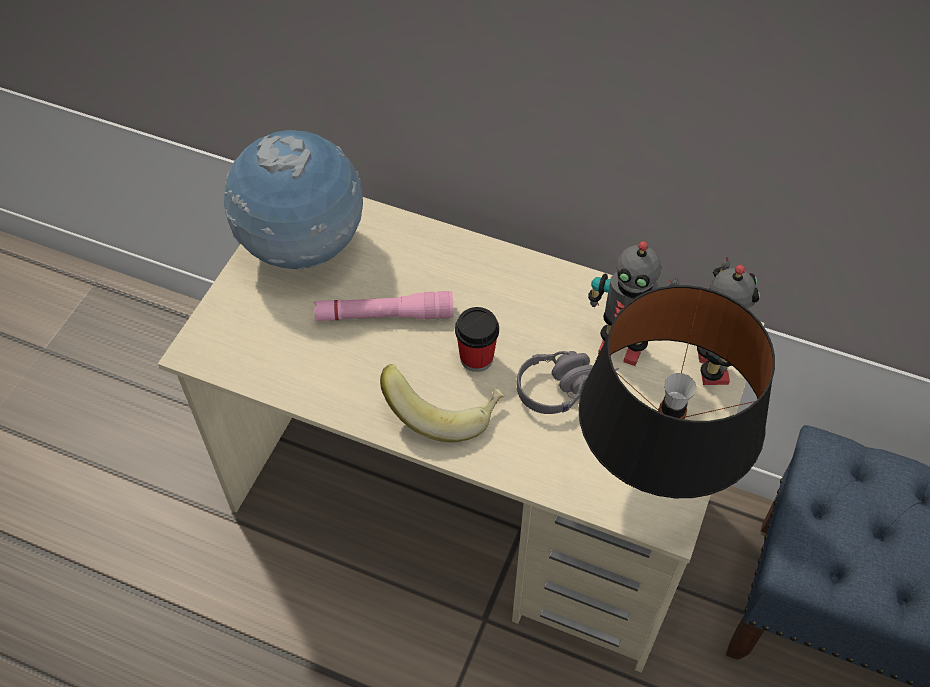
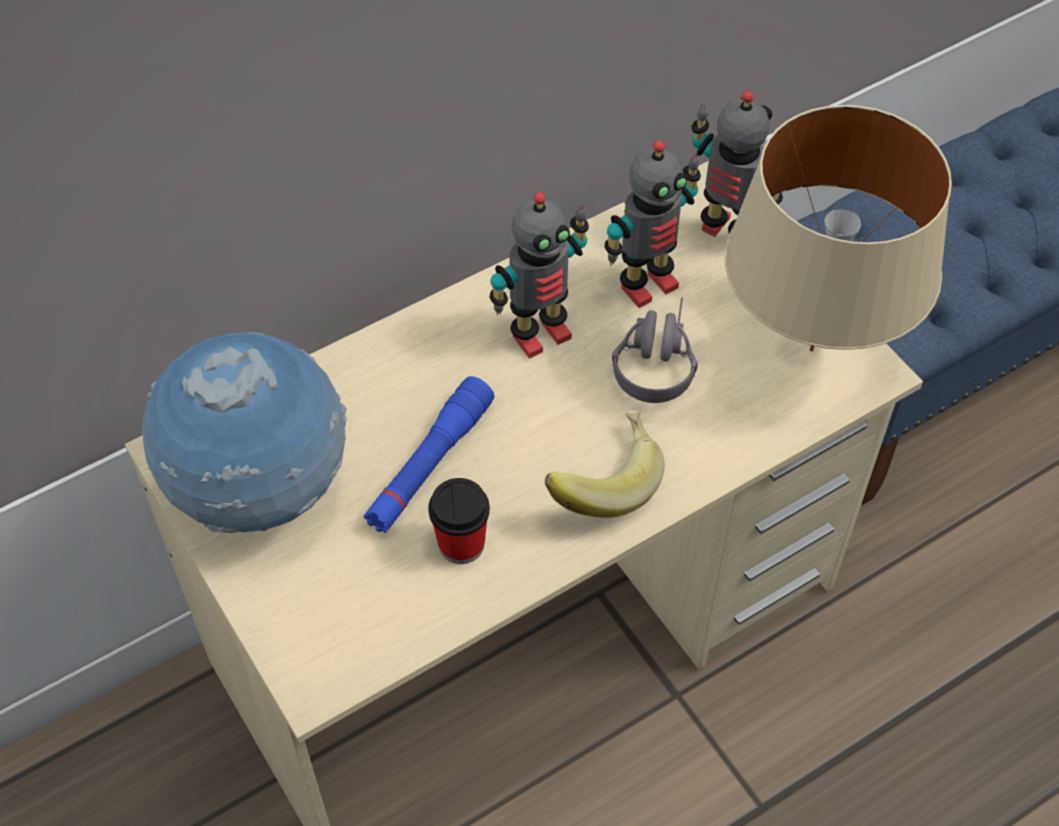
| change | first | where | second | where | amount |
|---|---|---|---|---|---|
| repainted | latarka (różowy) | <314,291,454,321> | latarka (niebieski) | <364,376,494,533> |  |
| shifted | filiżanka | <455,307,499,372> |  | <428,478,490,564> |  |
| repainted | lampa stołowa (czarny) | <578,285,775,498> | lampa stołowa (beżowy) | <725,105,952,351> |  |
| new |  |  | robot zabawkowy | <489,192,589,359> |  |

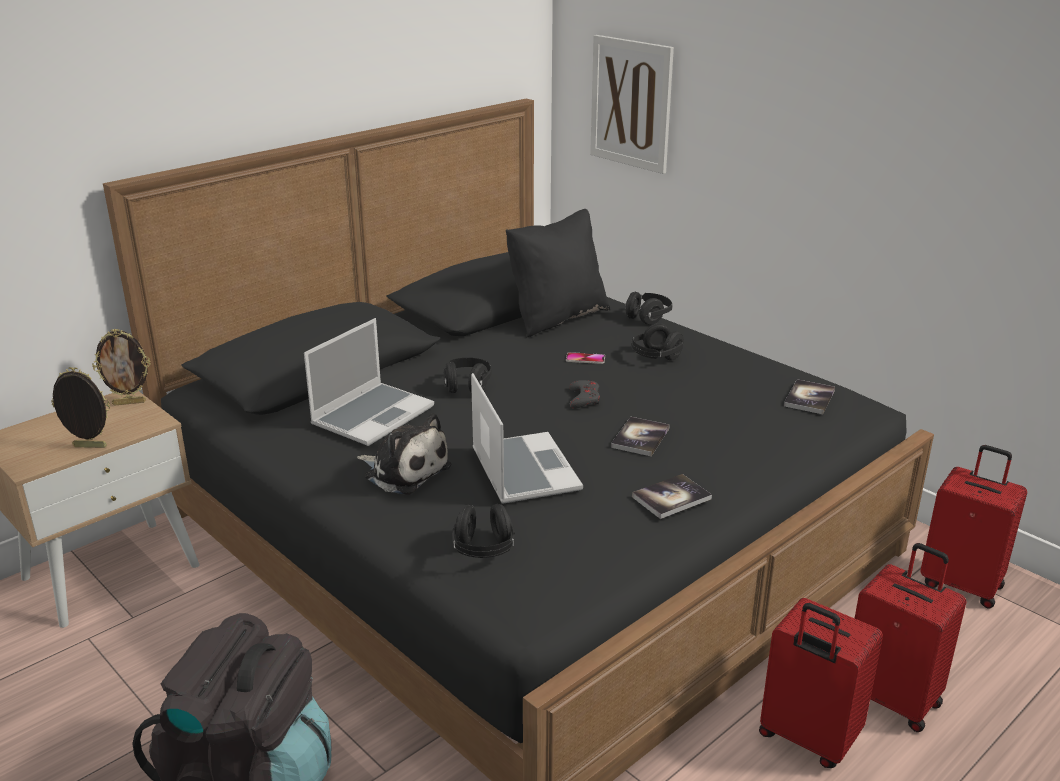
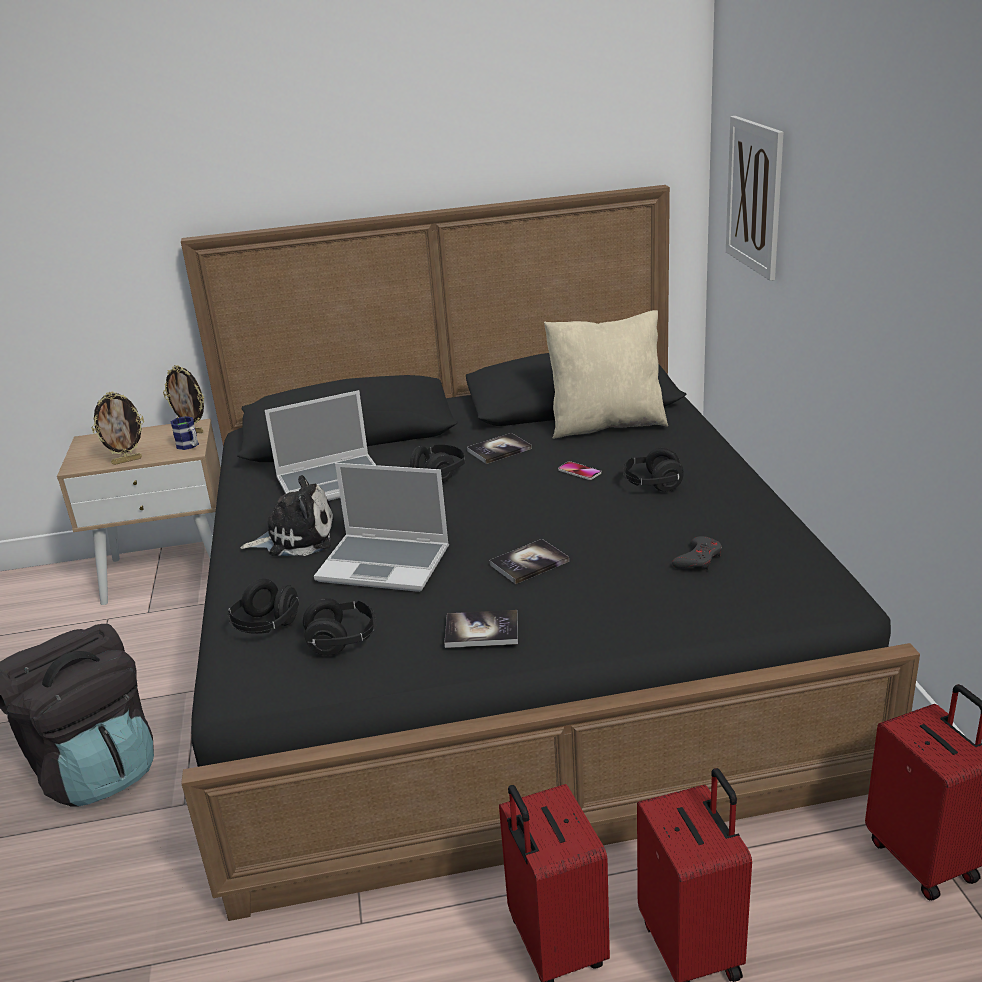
| change | first | where | second | where | amount |
|---|---|---|---|---|---|
| rotated | ramka na zdjęcie | <51,367,110,448> |  | <92,392,144,465> | 120 degrees clockwise |
| rotated | pluszak | <357,413,451,495> |  | <240,475,333,556> | 75 degrees counterclockwise |
| rotated | laptop | <471,373,583,504> |  | <314,463,449,592> | 90 degrees clockwise |
| repainted | poduszka (czarny) | <506,209,610,337> | poduszka (beżowy) | <544,310,668,439> |  |
| shifted | pad do gier (szary) | <569,380,600,409> |  | <672,536,722,570> |  |
| shifted | słuchawki (czarny) | <625,292,673,325> |  | <303,598,377,656> |  |
| shifted | książka | <784,379,835,414> |  | <467,433,532,464> |  |
| new |  |  | kubek | <171,416,199,450> |  |

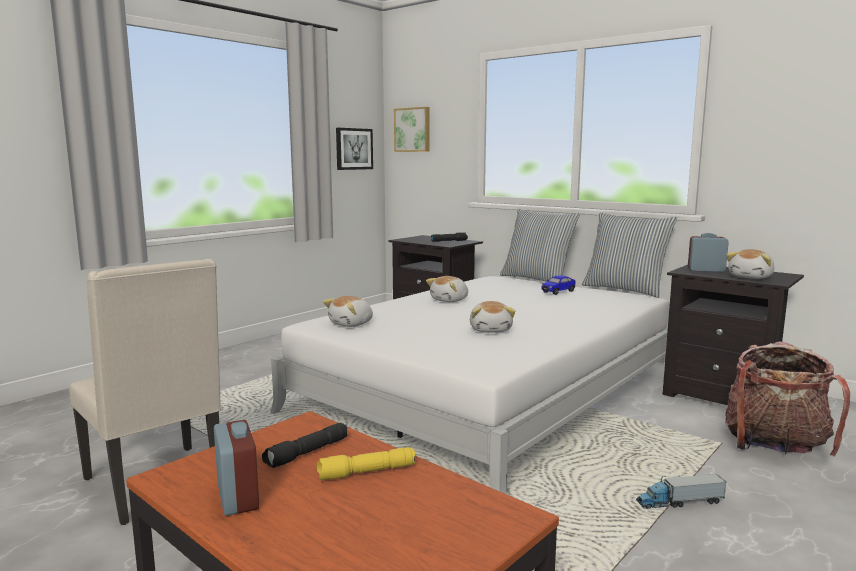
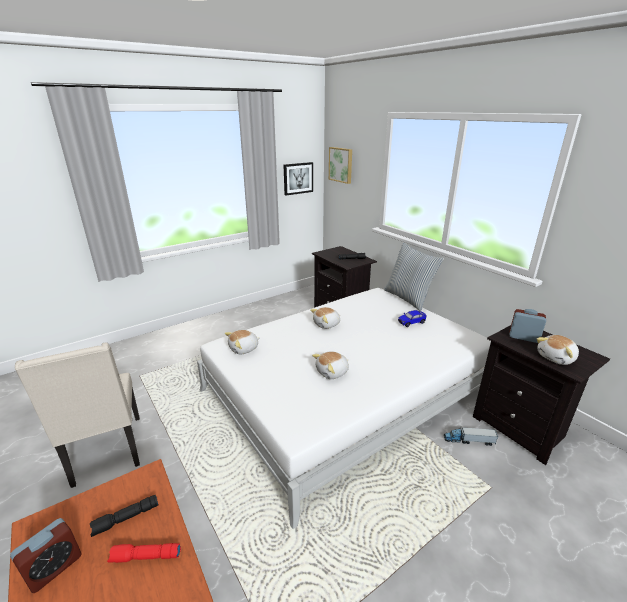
| change | first | where | second | where | amount |
|---|---|---|---|---|---|
| rotated | budzik | <214,420,259,516> |  | <10,518,81,593> | 45 degrees clockwise |
| repainted | latarka (żółty) | <317,447,415,480> | latarka (czerwony) | <107,543,181,563> |  |
| rotated | pluszak | <470,301,515,333> |  | <312,351,349,379> | 45 degrees clockwise |
| gone | poduszka | <582,212,677,298> |  |  |  |
| shifted | ciężarówka zabawkowa | <636,474,726,509> |  | <444,427,498,446> |  |
| gone | plecak | <725,341,850,456> |  |  |  |

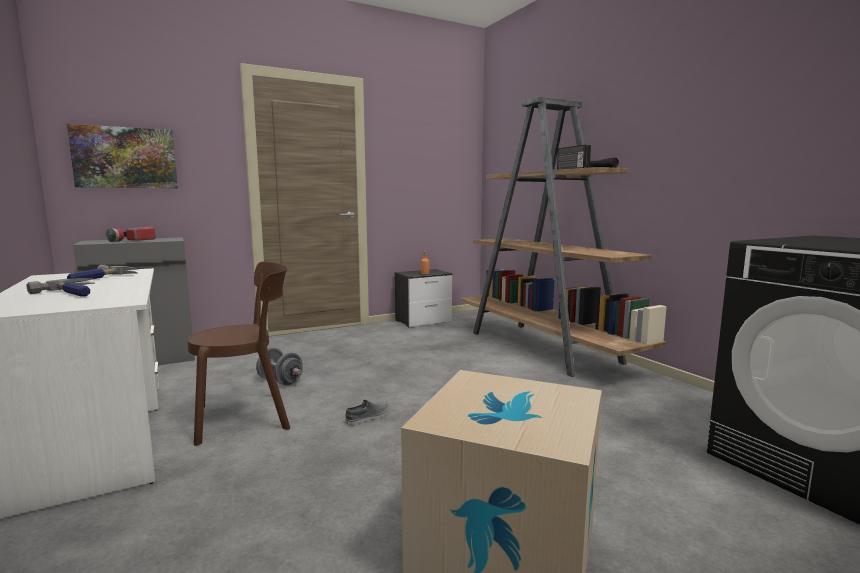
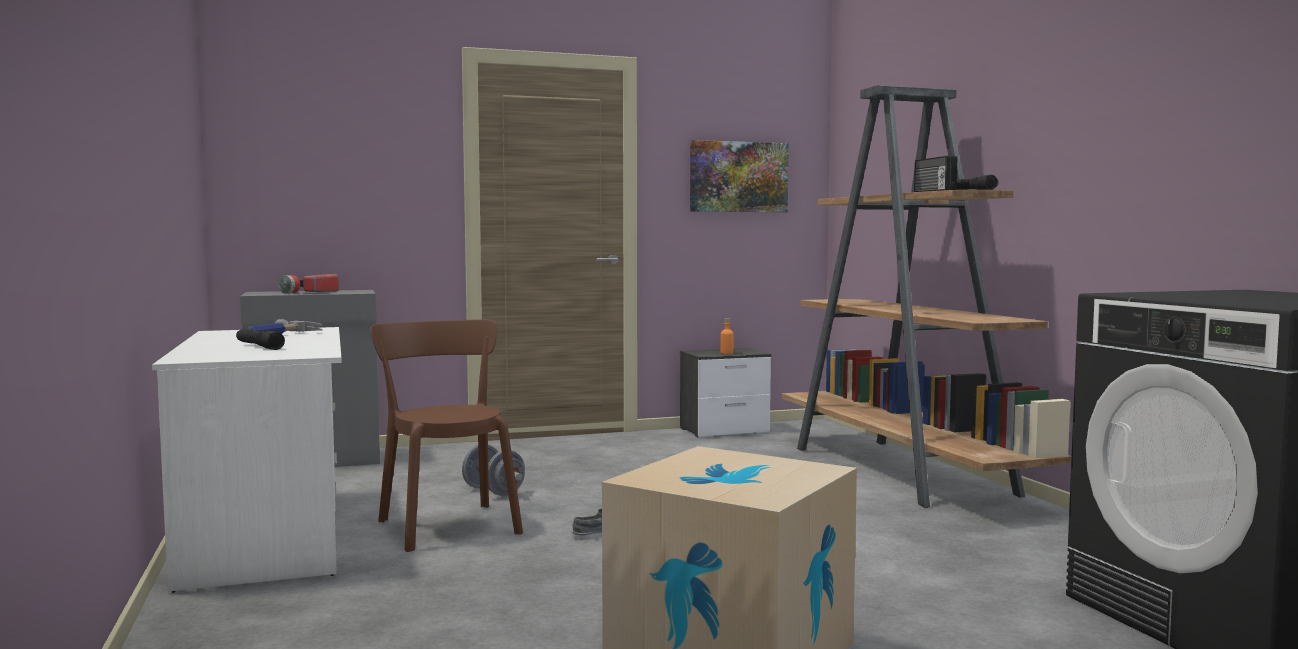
| change | first | where | second | where | amount |
|---|---|---|---|---|---|
| swapped | młotek | <27,278,95,297> | latarka (czarny) | <236,329,285,350> |  |
| shifted | obraz | <67,124,178,188> |  | <690,140,789,212> |  |
| rotated | krzesło (brązowy) | <188,261,290,446> |  | <370,319,523,552> | 105 degrees counterclockwise |

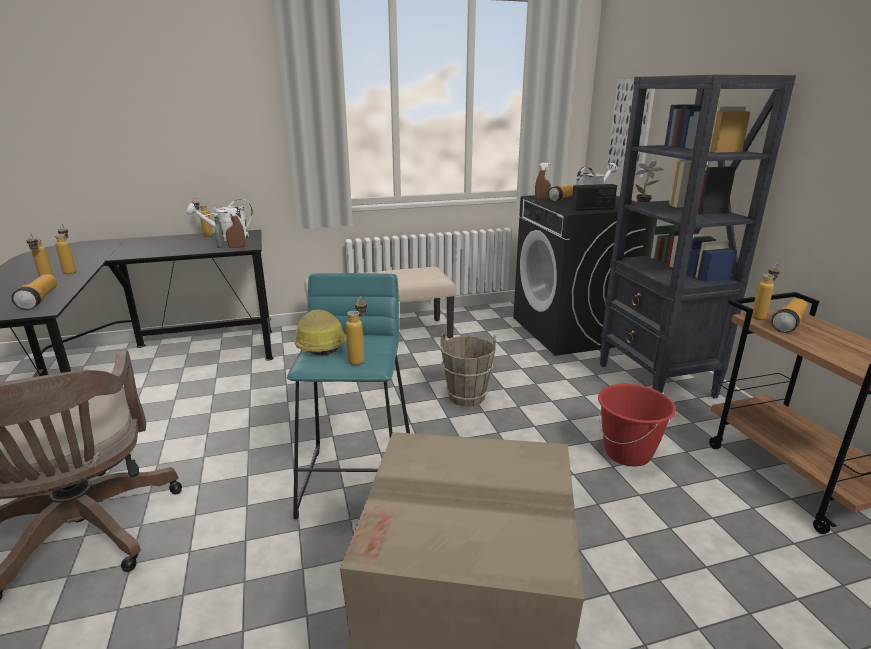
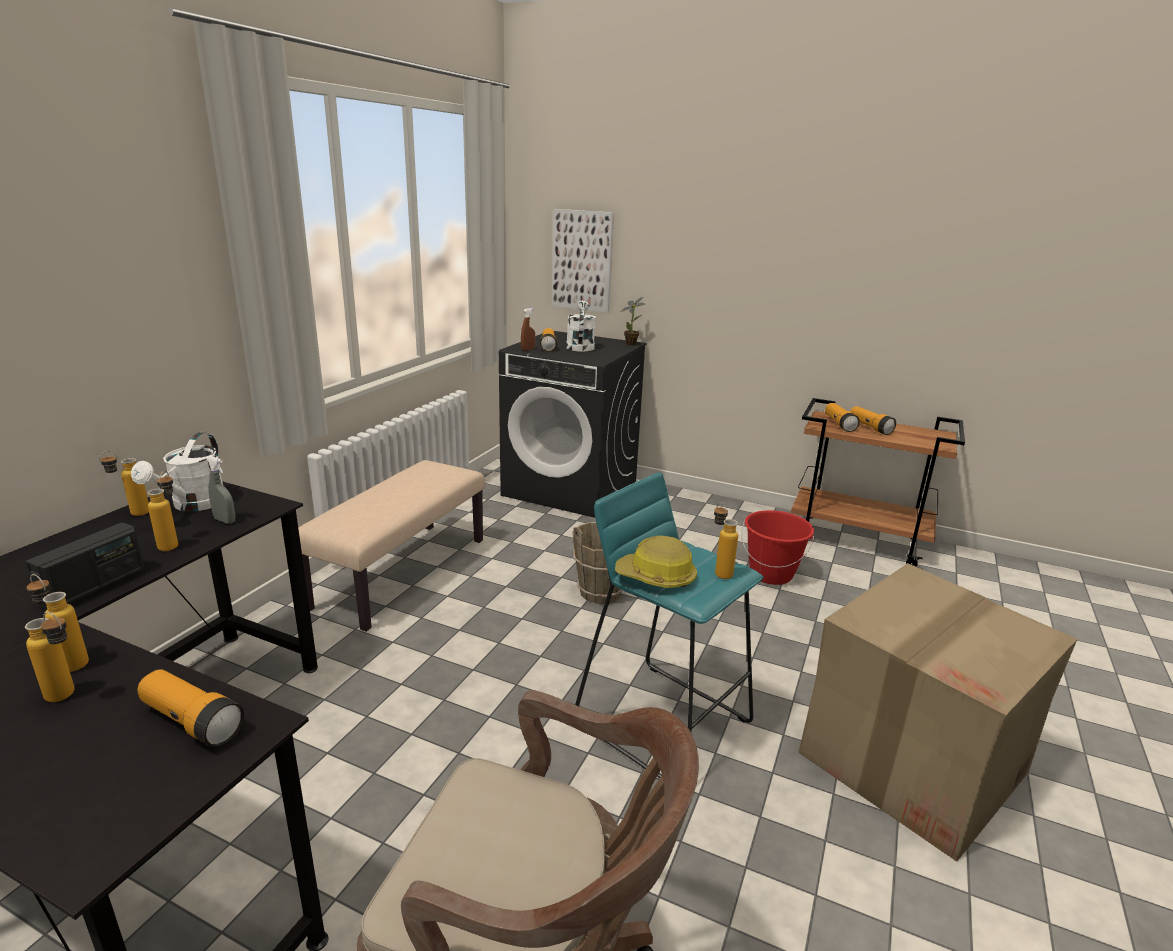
| change | first | where | second | where | amount |
|---|---|---|---|---|---|
| gone | spryskiwacz (brązowy) | <224,208,245,248> |  |  |  |
| shifted | radio | <571,184,617,211> |  | <25,522,144,610> |  |
| gone | regał (czarny) | <599,75,796,399> |  |  |  |
| shifted | butelka | <752,263,780,320> |  | <148,471,178,551> |  |
| new |  |  | latarka | <850,406,896,435> |  |

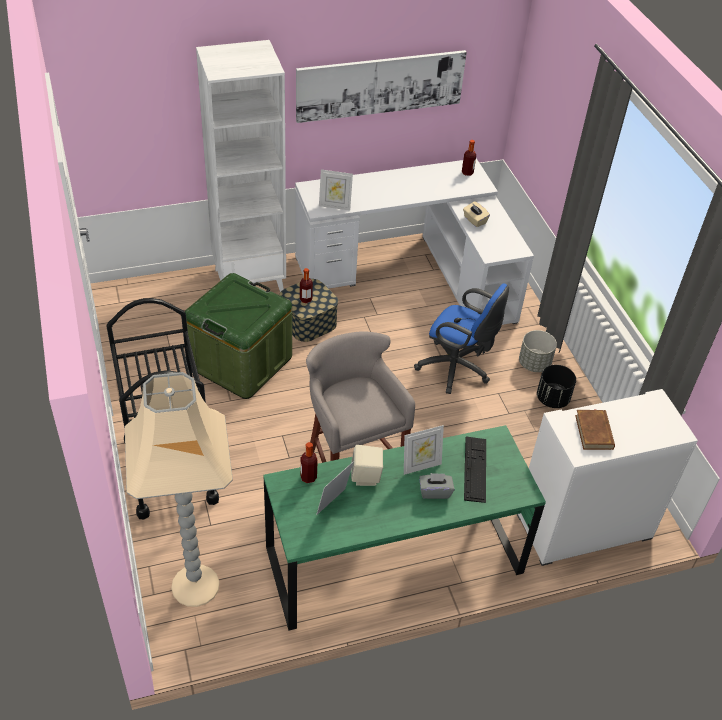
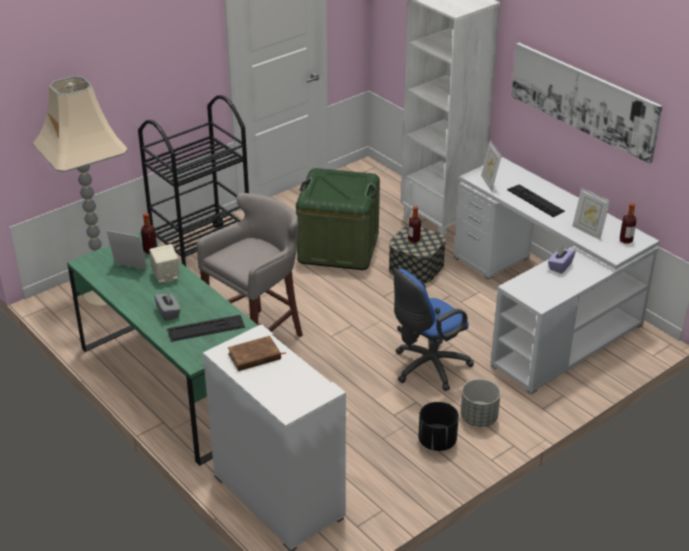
| change | first | where | second | where | amount |
|---|---|---|---|---|---|
| shifted | ramka na zdjęcie | <404,425,444,475> |  | <572,188,610,240> |  |
| rotated | krzesło biurowe (niebieski) | <414,283,509,394> |  | <394,269,474,391> | 45 degrees clockwise |
| repainted | pudełko chusteczek (beżowy) | <463,201,490,227> | pudełko chusteczek (fioletowy) | <548,246,575,274> |  |
| new |  |  | klawiatura | <507,184,565,217> |  |

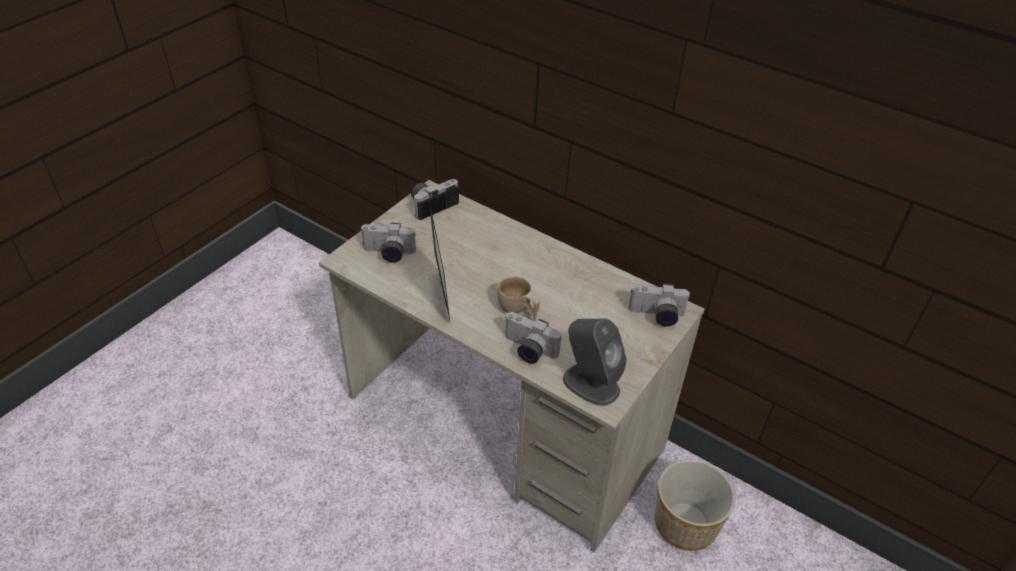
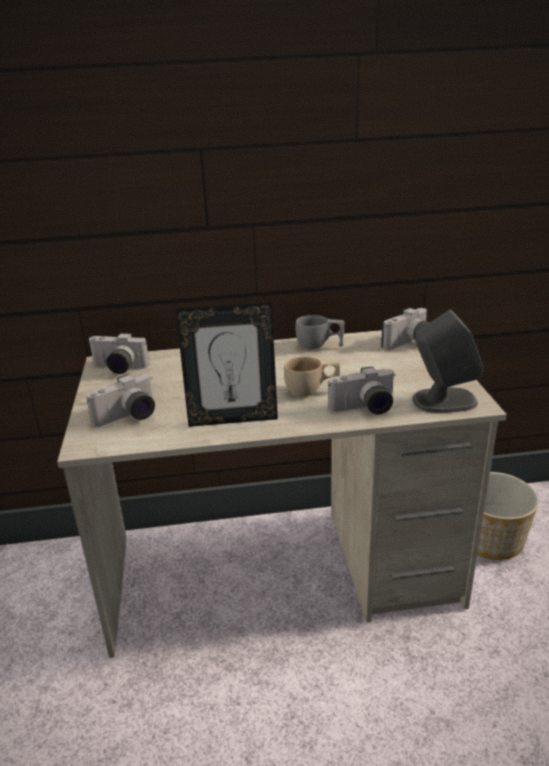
| change | first | where | second | where | amount |
|---|---|---|---|---|---|
| rotated | aparat fotograficzny | <411,179,459,220> |  | <89,333,150,374> | 90 degrees counterclockwise |
| rotated | ramka na zdjęcie | <429,201,450,320> |  | <176,302,278,427> | 135 degrees clockwise |
| new |  |  | filiżanka (szary) | <296,315,344,349> |  |

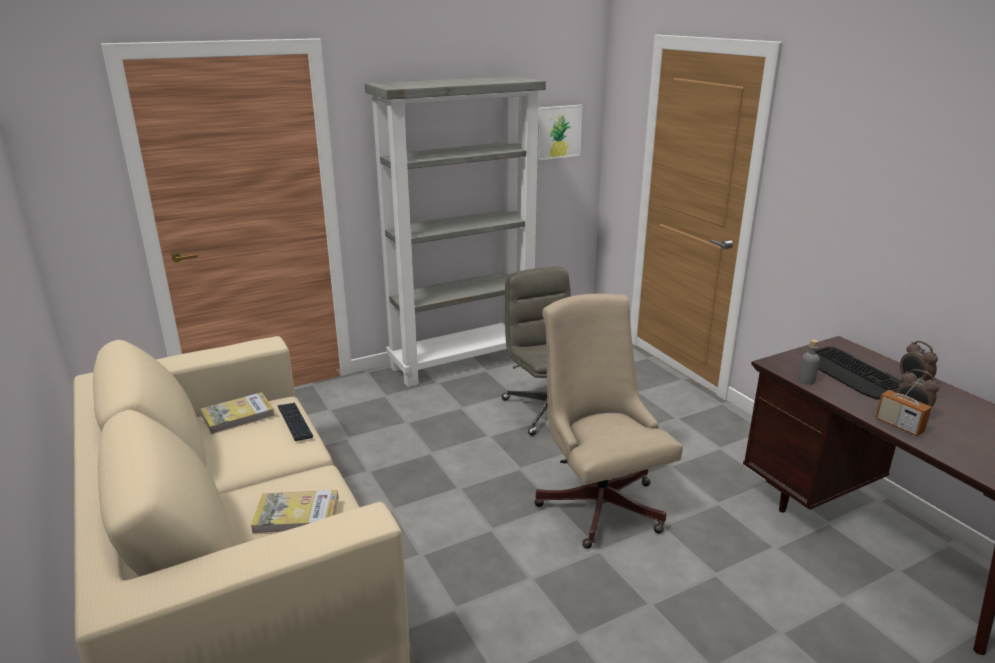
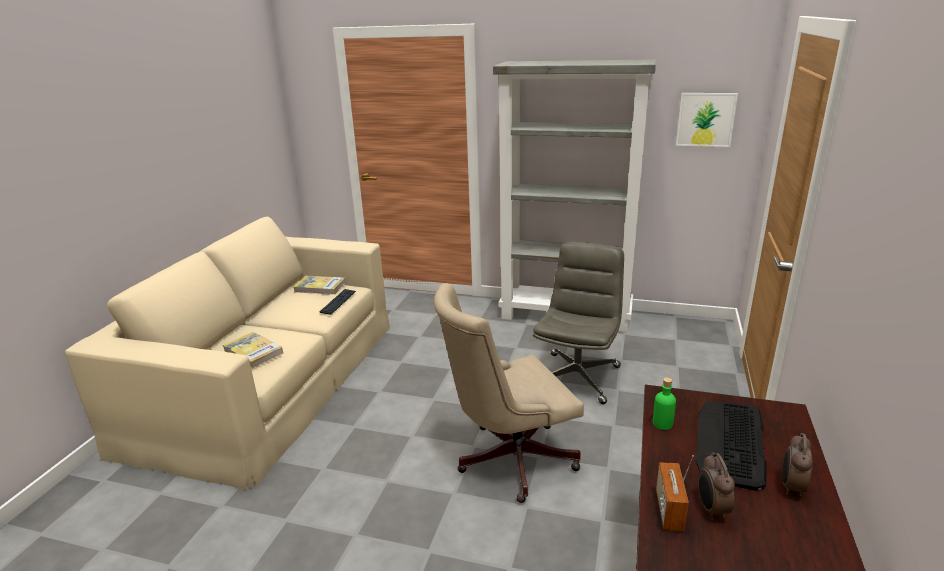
| change | first | where | second | where | amount |
|---|---|---|---|---|---|
| rotated | krzesło biurowe (beżowy) | <534,294,683,549> |  | <434,283,584,503> | 135 degrees counterclockwise |
| repainted | butelka (szary) | <798,339,820,385> | butelka (zielony) | <653,377,676,430> |  |

